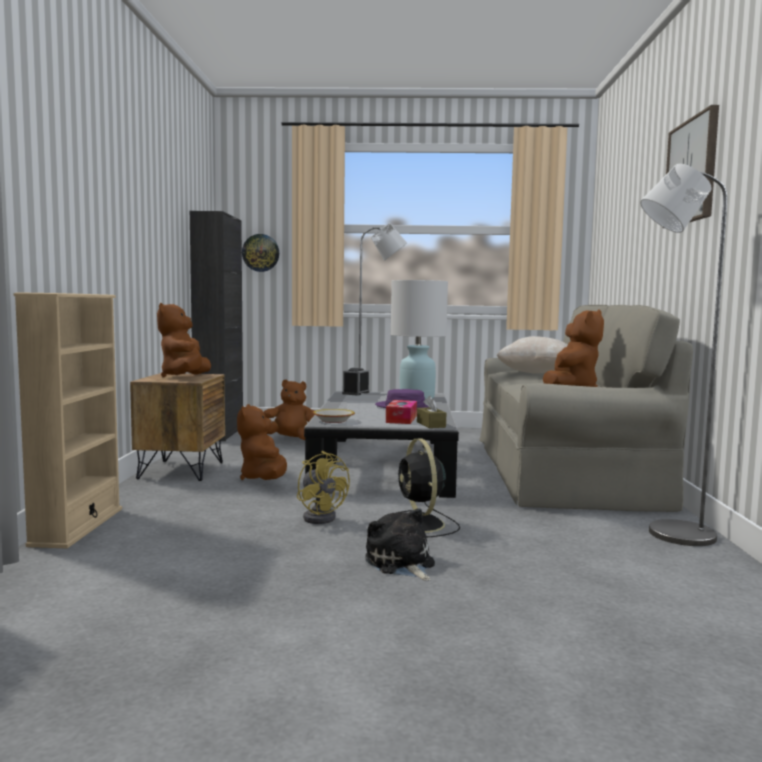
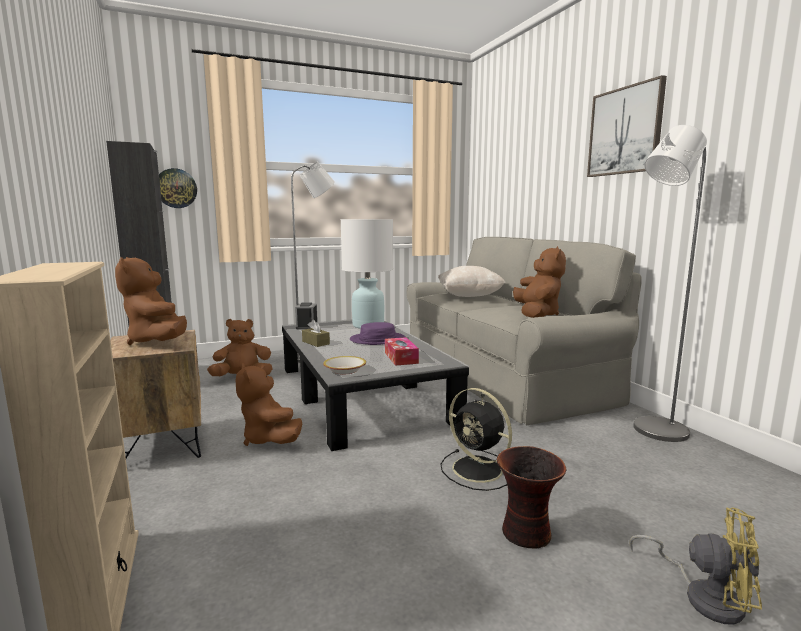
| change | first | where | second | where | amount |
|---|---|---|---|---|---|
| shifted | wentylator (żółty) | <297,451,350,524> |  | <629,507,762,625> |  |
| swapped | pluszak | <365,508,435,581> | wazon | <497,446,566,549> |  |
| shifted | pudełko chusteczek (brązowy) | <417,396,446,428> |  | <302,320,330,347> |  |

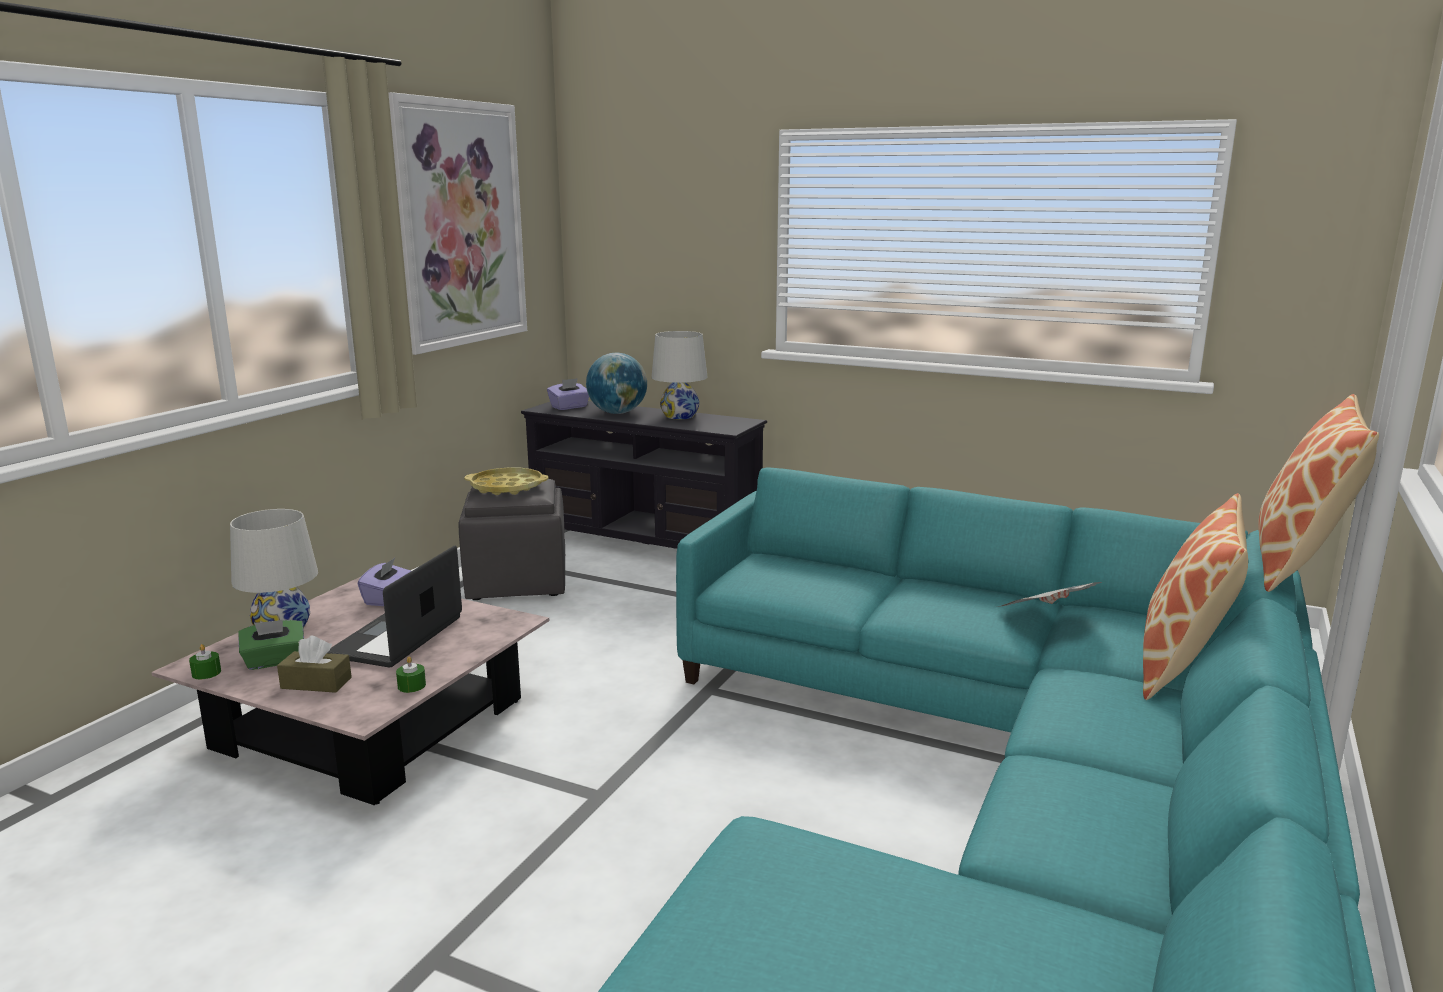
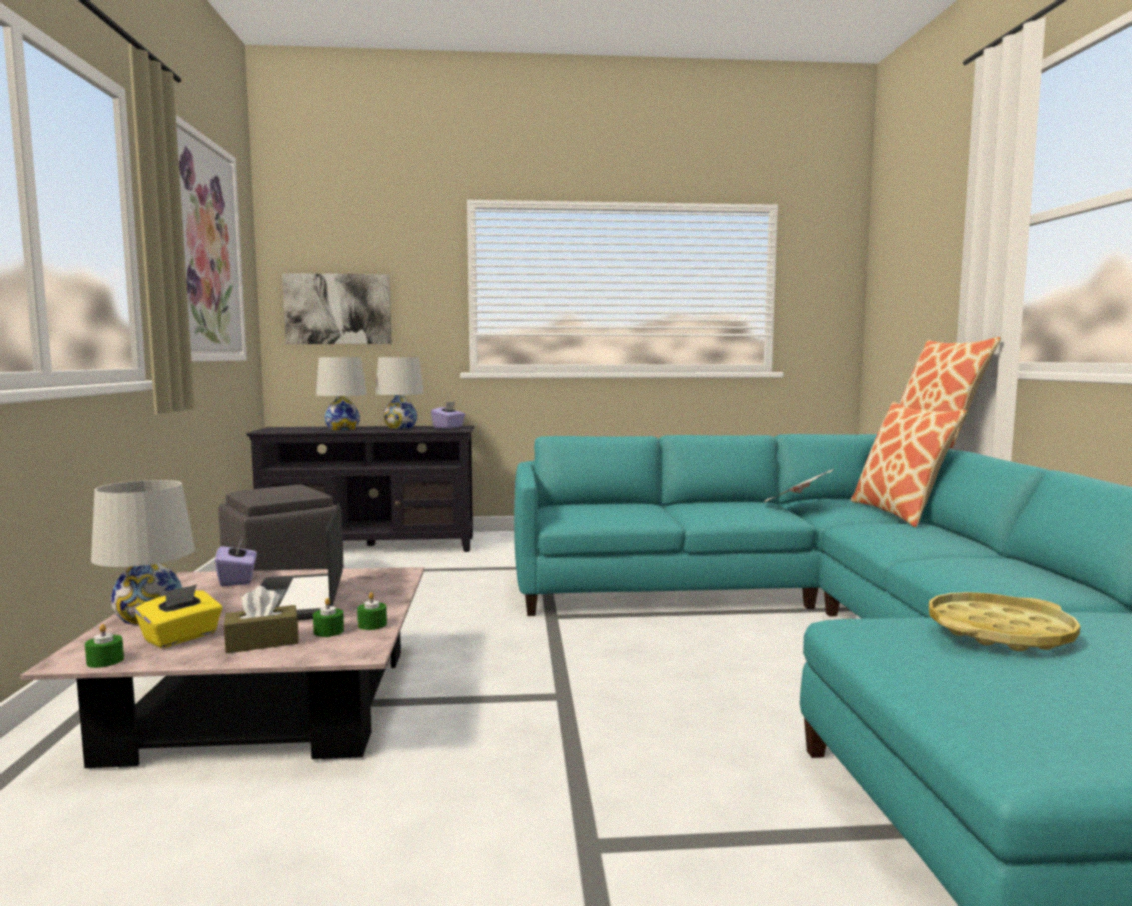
| change | first | where | second | where | amount |
|---|---|---|---|---|---|
| repainted | pudełko chusteczek (zielony) | <238,620,304,670> | pudełko chusteczek (żółty) | <134,584,222,648> |  |
| shifted | taca (żółty) | <464,467,549,495> |  | <929,592,1080,651> |  |
| shifted | pudełko chusteczek (fioletowy) | <547,378,589,410> |  | <431,402,465,429> |  |
| swapped | globus | <586,353,647,414> | lampa stołowa (biały) | <316,357,367,430> |  |
| new |  |  | obraz | <282,273,392,344> |  |
| new |  |  | świeca (zielony) | <313,598,344,637> |  |

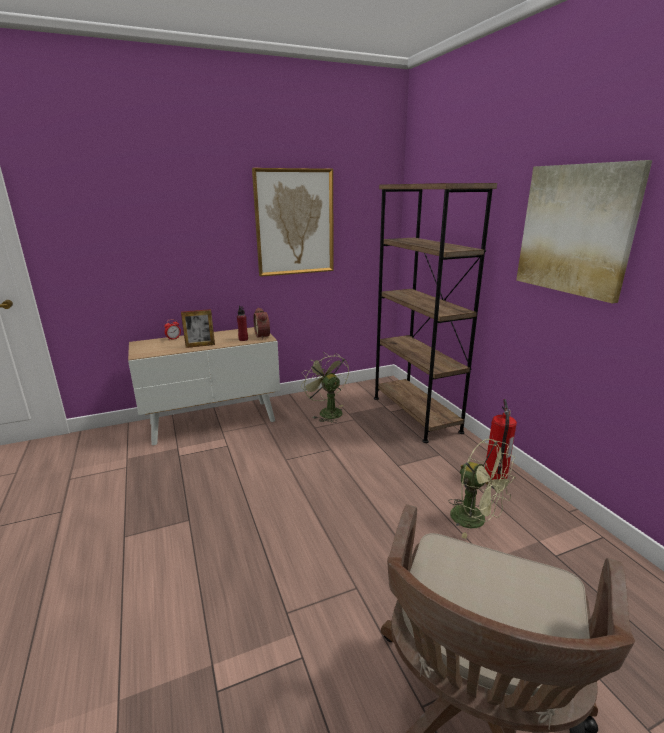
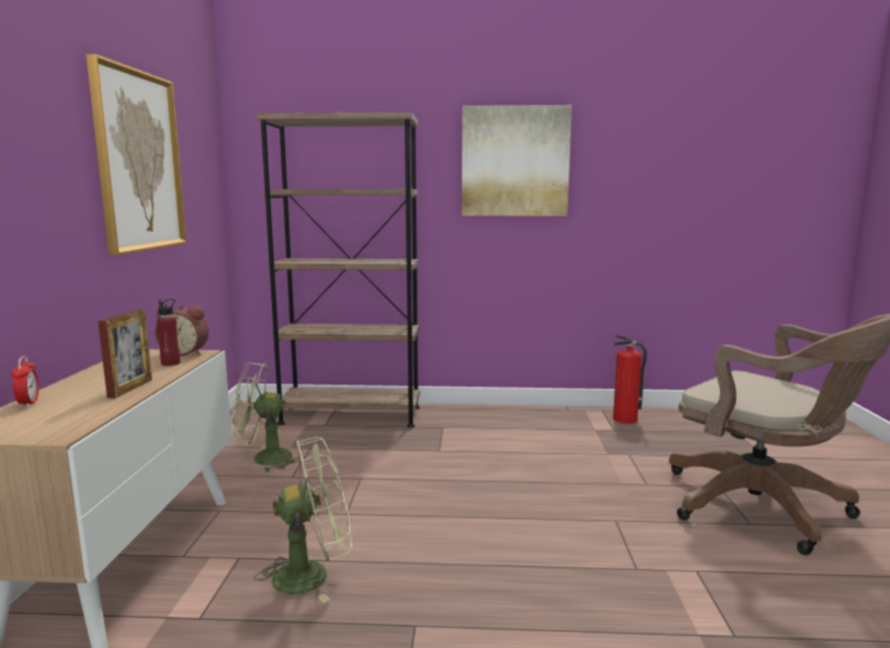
| change | first | where | second | where | amount |
|---|---|---|---|---|---|
| shifted | wentylator (zielony) | <449,439,516,539> |  | <255,437,352,603> |  |
| shifted | gaśnica | <485,399,517,480> |  | <613,334,647,424> |  |

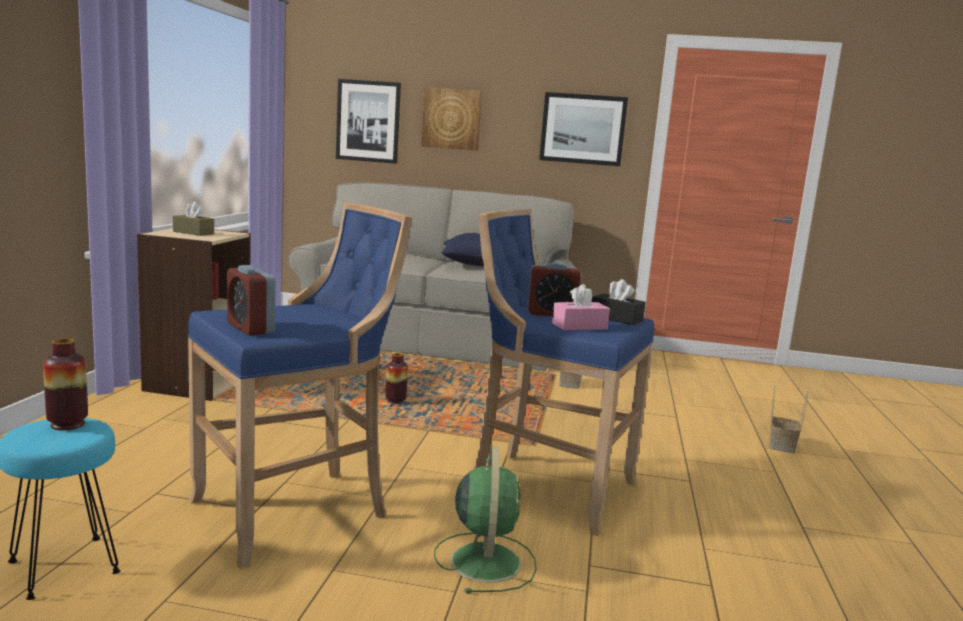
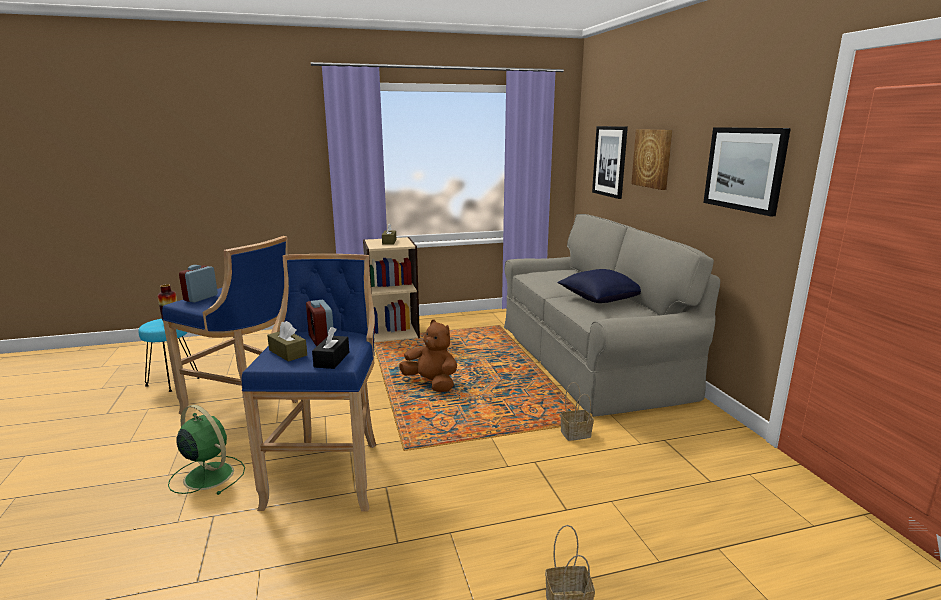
| change | first | where | second | where | amount |
|---|---|---|---|---|---|
| swapped | wazon | <385,353,408,404> | pluszak (brązowy) | <399,319,457,392> |  |
| rotated | wentylator (zielony) | <434,446,537,594> |  | <168,405,245,495> | 120 degrees counterclockwise |
| repainted | pudełko chusteczek (różowy) | <552,284,610,330> | pudełko chusteczek (brązowy) | <267,321,307,362> |  |

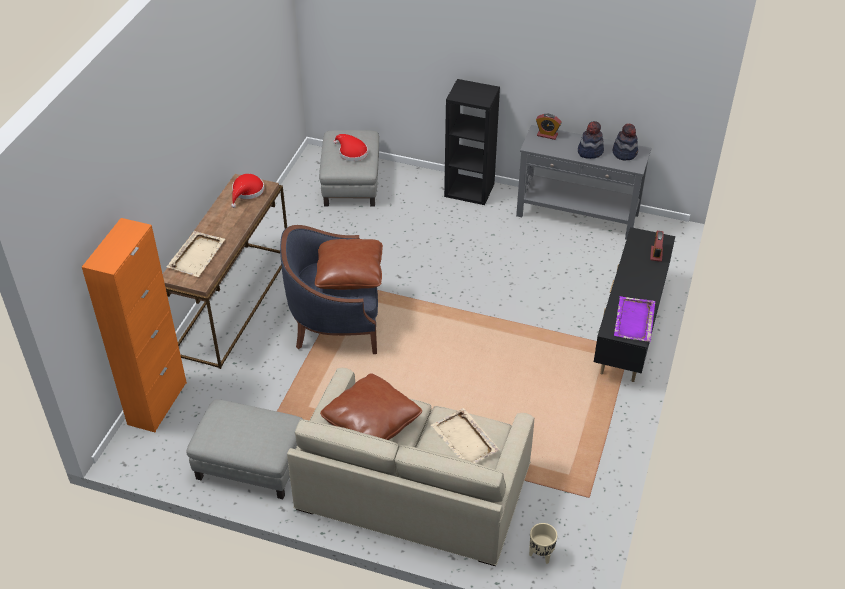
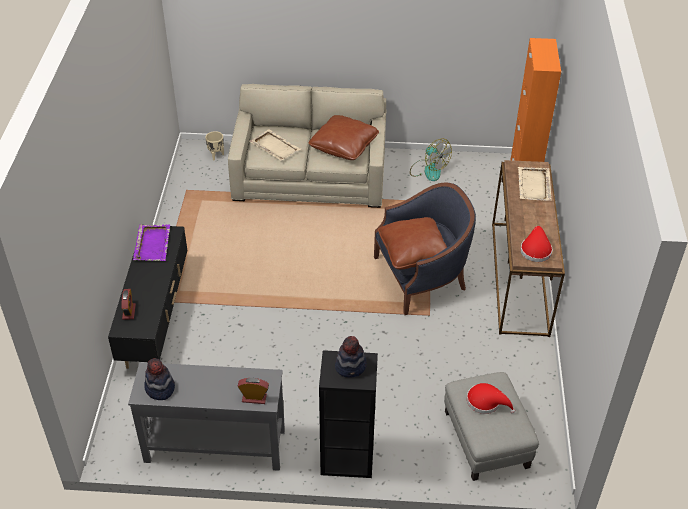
| change | first | where | second | where | amount |
|---|---|---|---|---|---|
| swapped | pufa (szary) | <186,399,304,499> | wentylator | <410,138,452,181> |  |
| shifted | kapelusz | <578,121,604,159> |  | <335,336,367,378> |  |

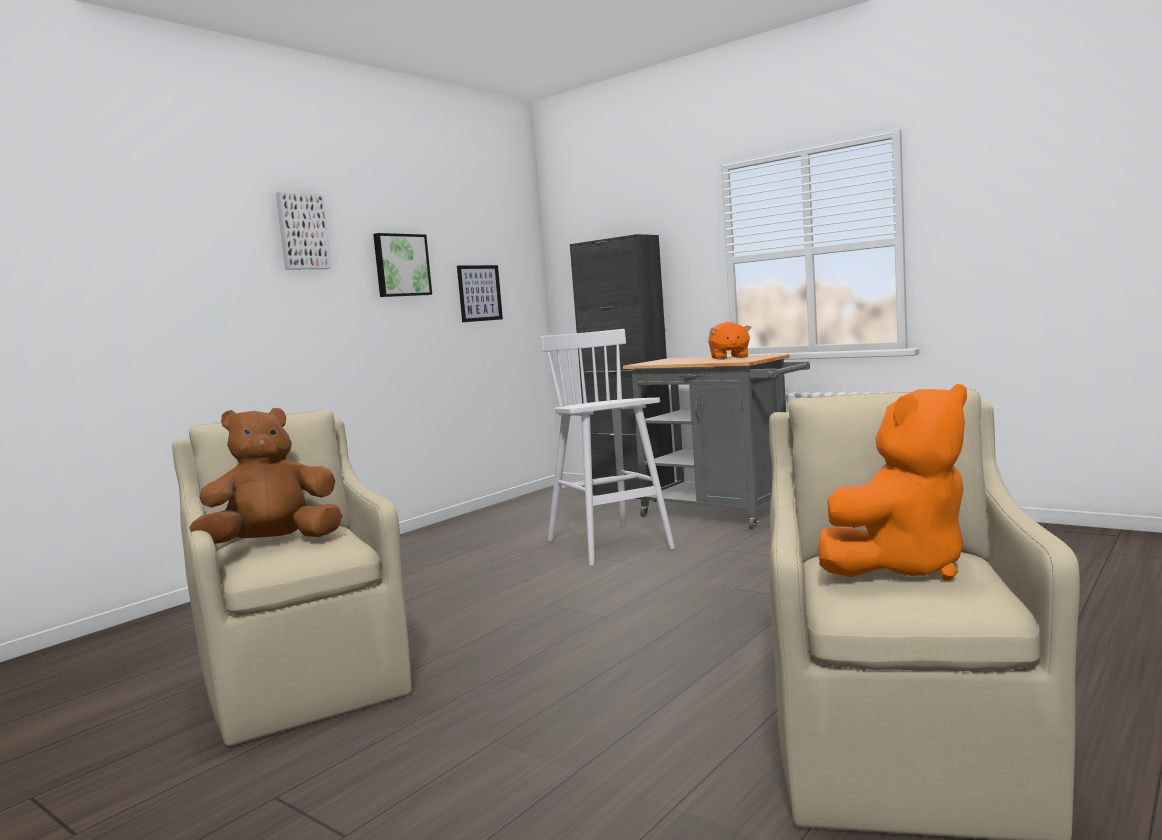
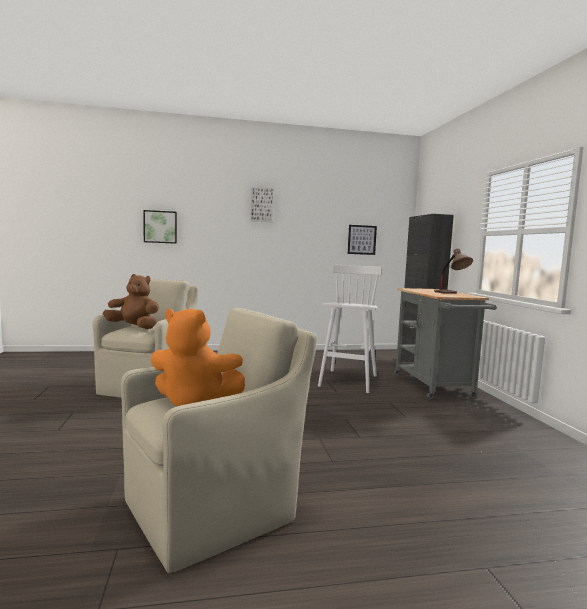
| change | first | where | second | where | amount |
|---|---|---|---|---|---|
| shifted | obraz | <373,233,432,297> |  | <143,210,177,244> |  |
| swapped | pluszak (pomarańczowy) | <708,322,752,360> | lampa stołowa | <434,249,473,294> |  |

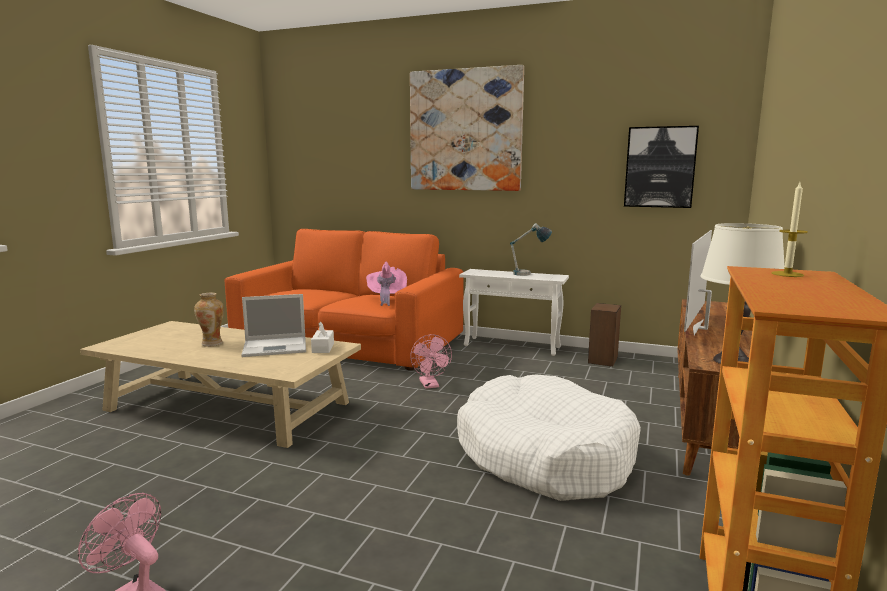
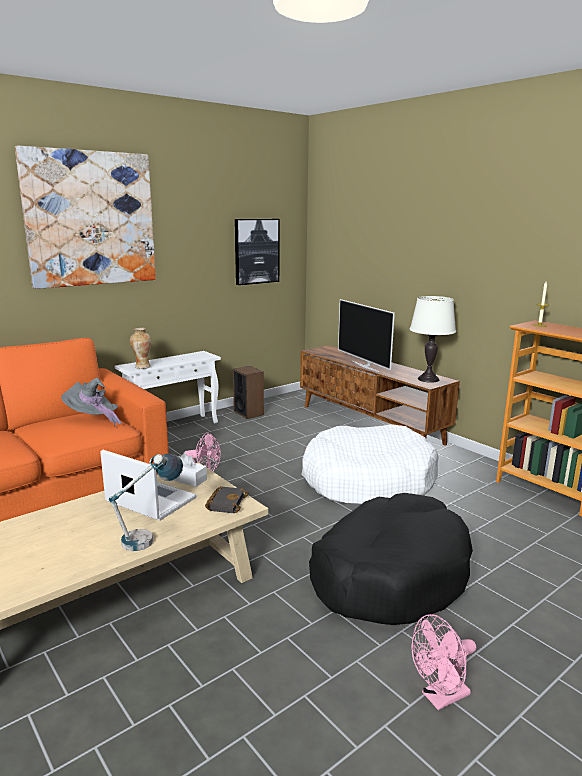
| change | first | where | second | where | amount |
|---|---|---|---|---|---|
| shifted | wazon | <194,293,224,347> |  | <130,328,151,369> |  |
| rotated | laptop | <241,294,306,357> |  | <100,450,197,521> | 75 degrees counterclockwise |
| repainted | kapelusz (różowy) | <366,262,407,306> | kapelusz (szary) | <61,377,122,427> |  |
| shifted | lampa stołowa | <510,223,552,276> |  | <109,454,183,551> |  |
| new |  |  | książka (czarny) | <205,486,249,513> |  |
| new |  |  | legowisko (czarny) | <309,493,473,625> |  |

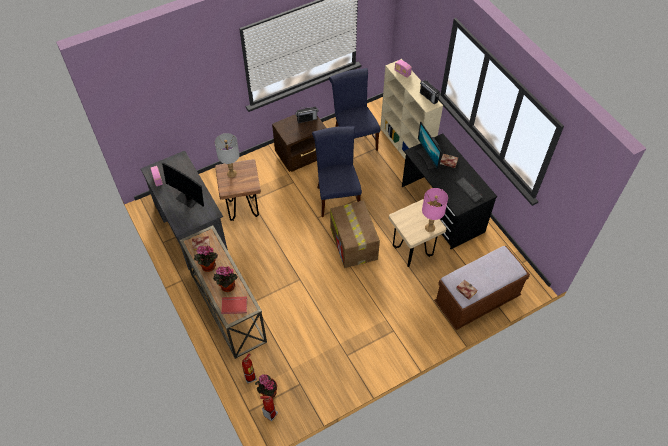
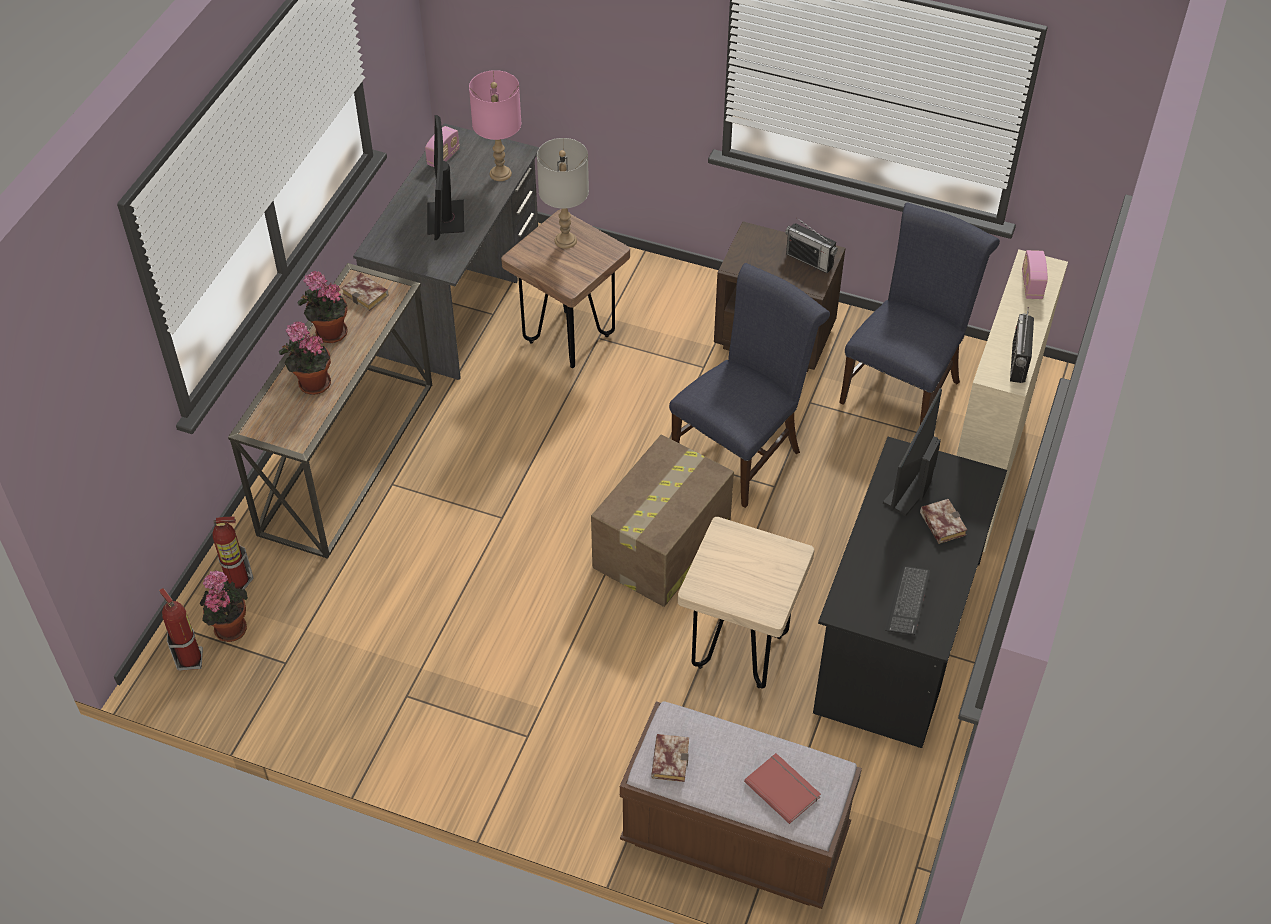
| change | first | where | second | where | amount |
|---|---|---|---|---|---|
| shifted | książka (czerwony) | <221,297,247,314> |  | <744,753,821,824> |  |
| shifted | lampa stołowa (różowy) | <422,188,448,232> |  | <469,70,521,181> |  |

